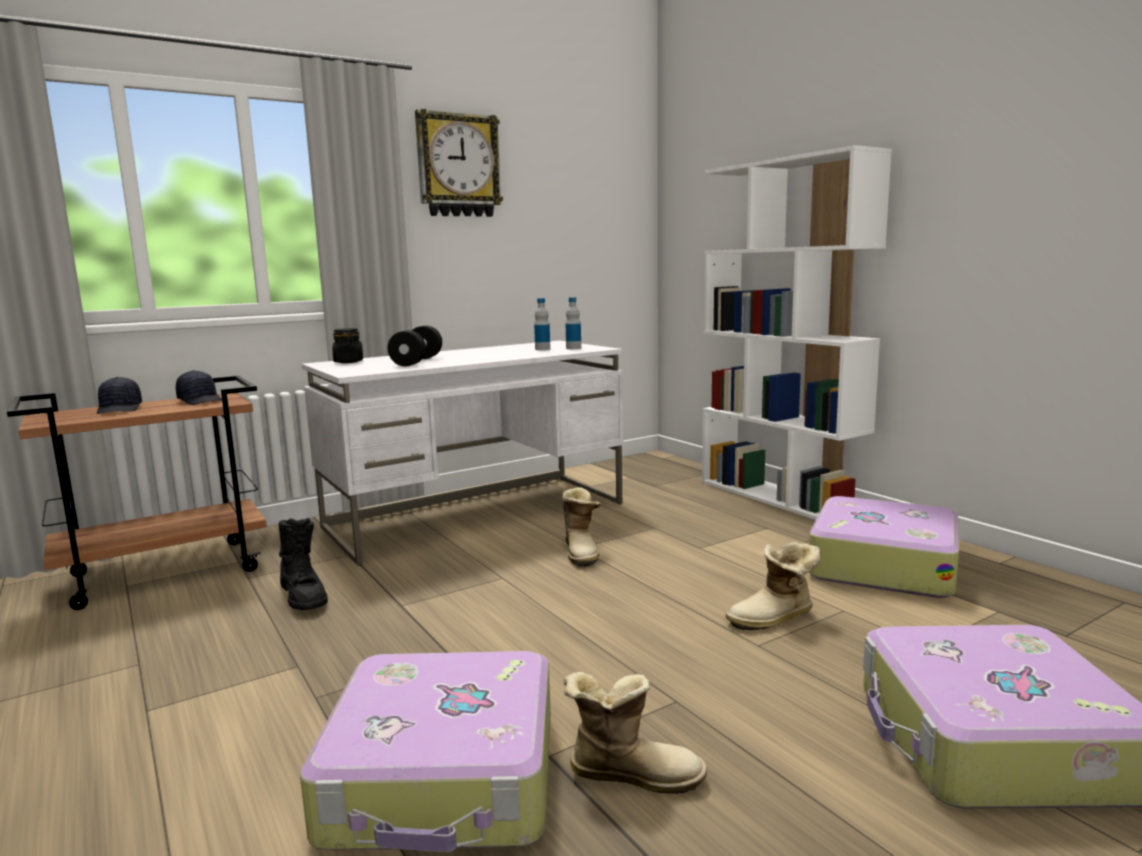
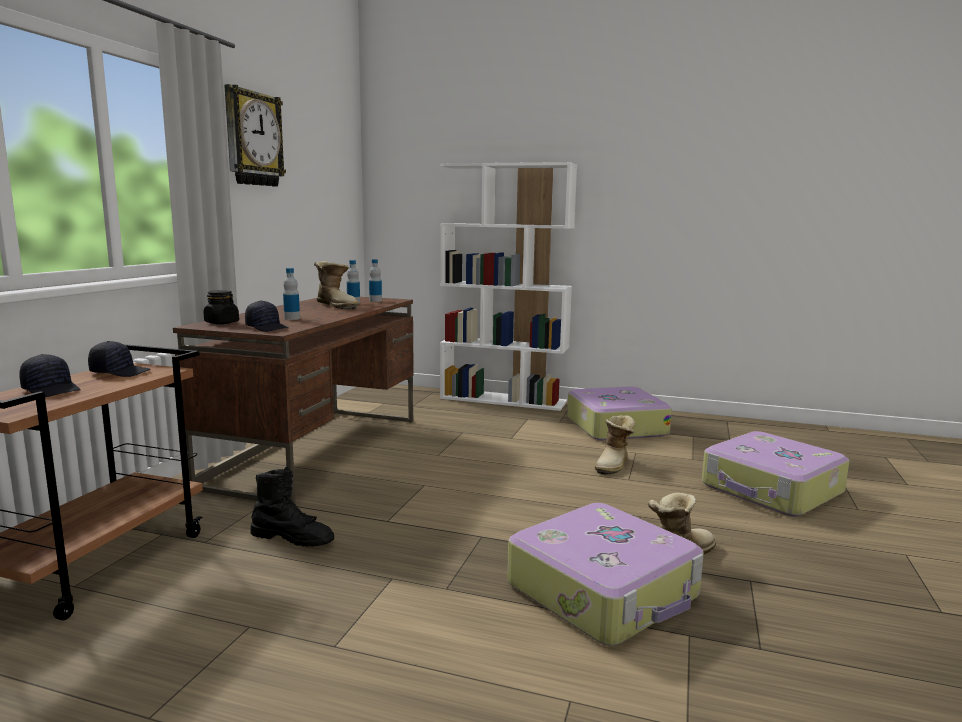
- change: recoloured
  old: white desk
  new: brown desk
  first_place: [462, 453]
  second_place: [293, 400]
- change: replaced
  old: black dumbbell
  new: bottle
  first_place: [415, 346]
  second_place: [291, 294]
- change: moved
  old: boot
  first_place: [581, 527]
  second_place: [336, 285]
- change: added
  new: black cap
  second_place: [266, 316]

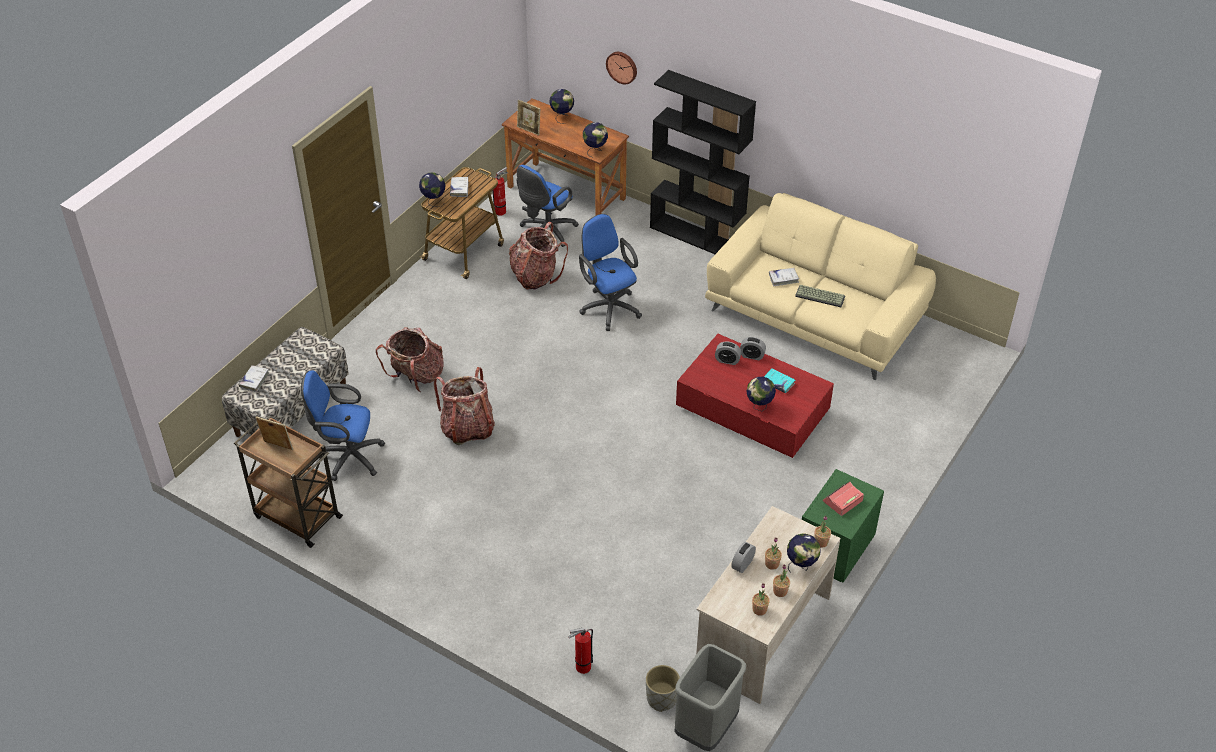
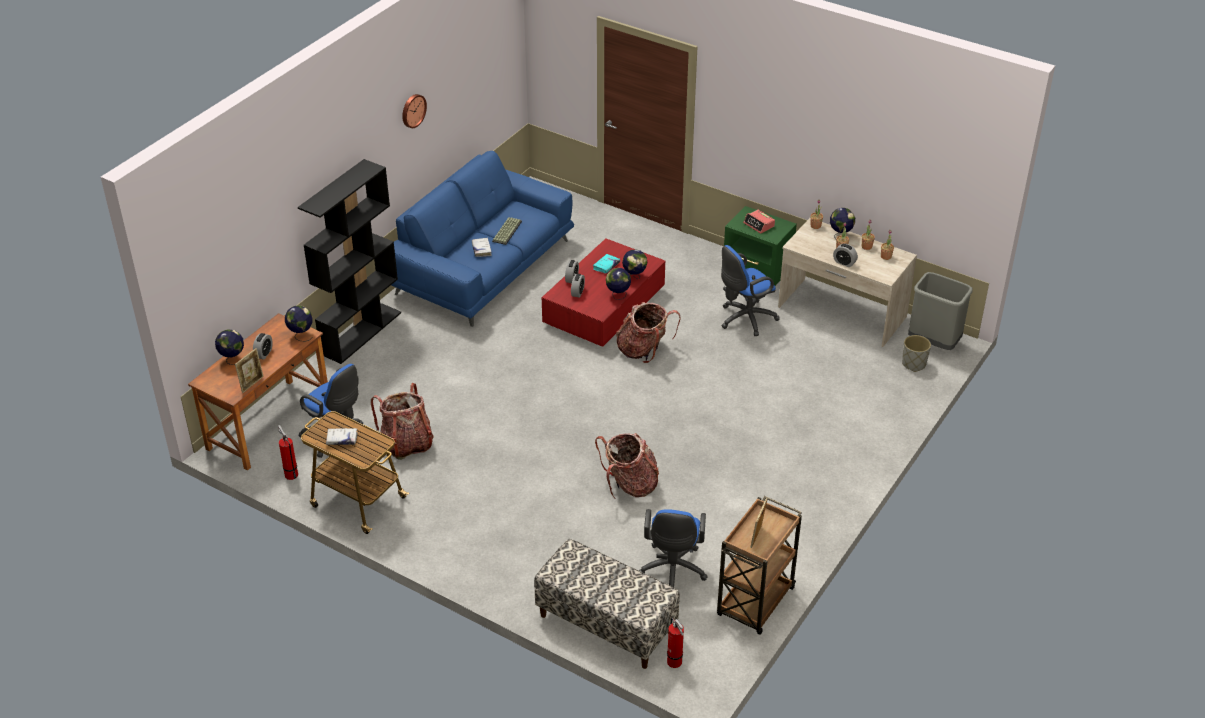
- change: removed
  old: white book
  first_place: [254, 378]
- change: moved
  old: backpack
  first_place: [410, 359]
  second_place: [648, 332]
- change: moved
  old: globe
  first_place: [432, 190]
  second_place: [618, 284]
- change: moved
  old: fire extinguisher
  first_place: [580, 651]
  second_place: [675, 643]
- change: moved
  old: blue office chair
  first_place: [610, 272]
  second_place: [750, 290]
- change: moved
  old: wall clock
  first_place: [621, 68]
  second_place: [414, 111]
- change: recoloured
  old: beige sofa
  new: blue sofa
  first_place: [820, 286]
  second_place: [483, 239]
- change: added
  new: alarm clock
  second_place: [263, 346]

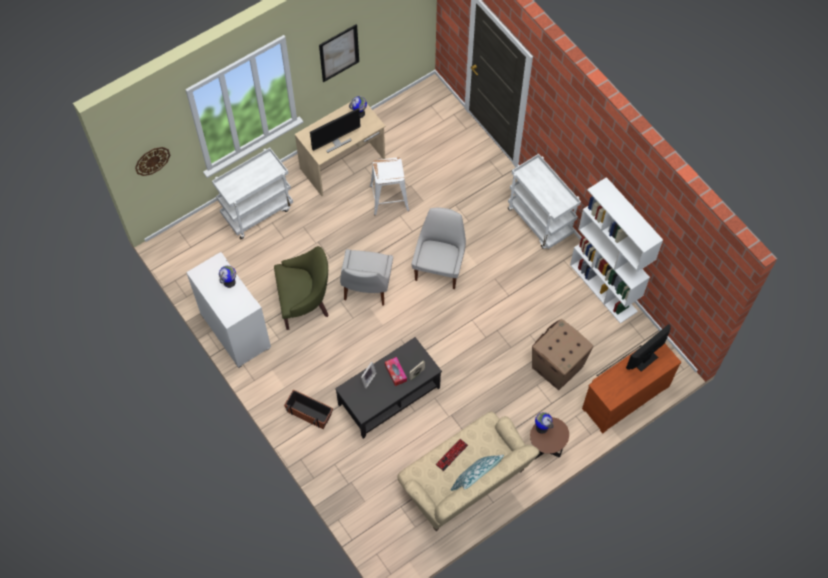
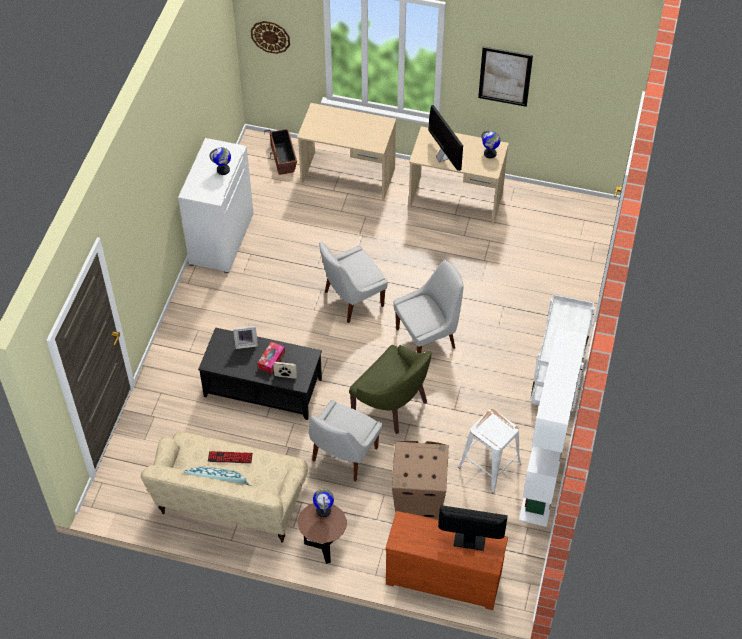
- change: replaced
  old: white cart
  new: beige desk
  first_place: [252, 193]
  second_place: [346, 151]
- change: moved
  old: green armchair
  first_place: [301, 288]
  second_place: [390, 389]
- change: moved
  old: planter
  first_place: [308, 409]
  second_place: [280, 152]
- change: turned
  old: monitor
  first_place: [335, 130]
  second_place: [445, 138]
  degrees: -135
- change: moved
  old: white stool
  first_place: [389, 186]
  second_place: [489, 451]
- change: added
  new: white chair
  second_place: [346, 440]

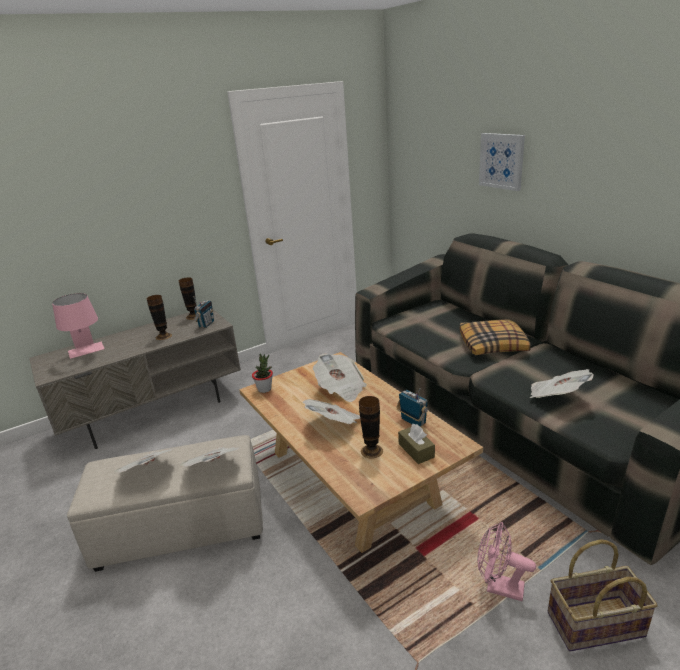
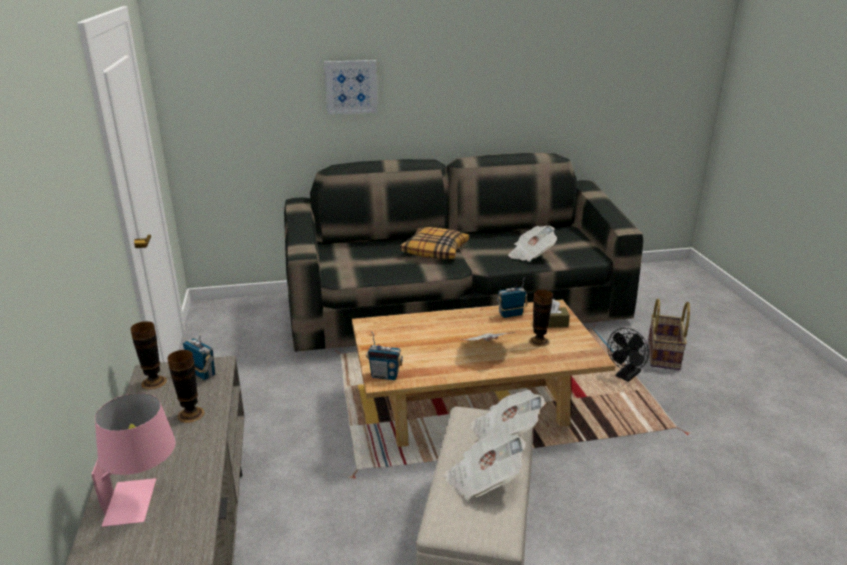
- change: replaced
  old: potted plant
  new: radio
  first_place: [262, 373]
  second_place: [384, 355]
- change: removed
  old: newspaper
  first_place: [340, 377]
- change: recoloured
  old: pink fan
  new: black fan
  first_place: [506, 561]
  second_place: [628, 355]

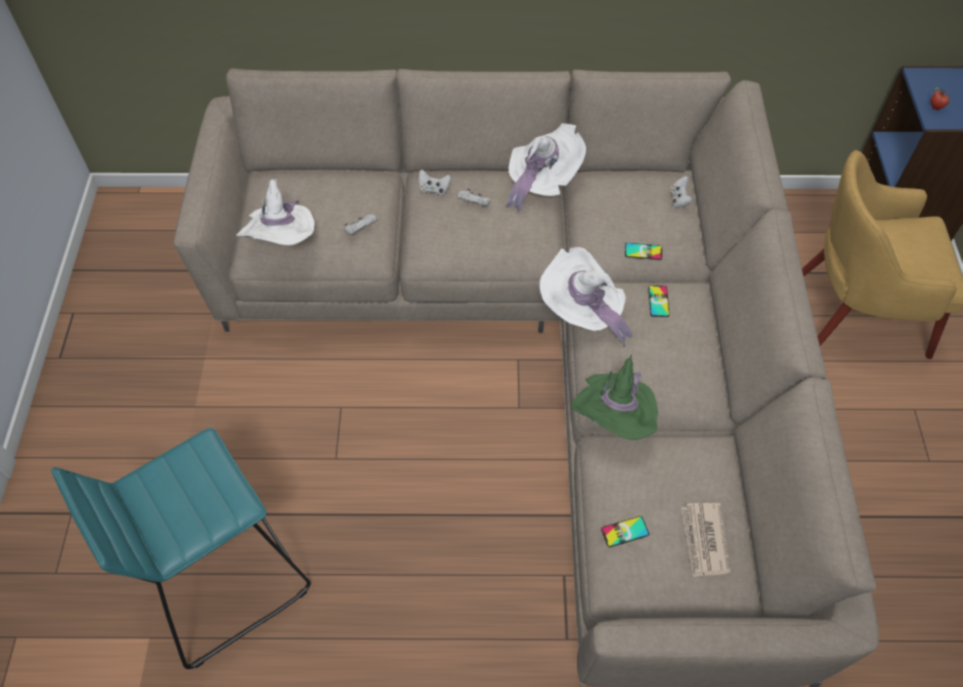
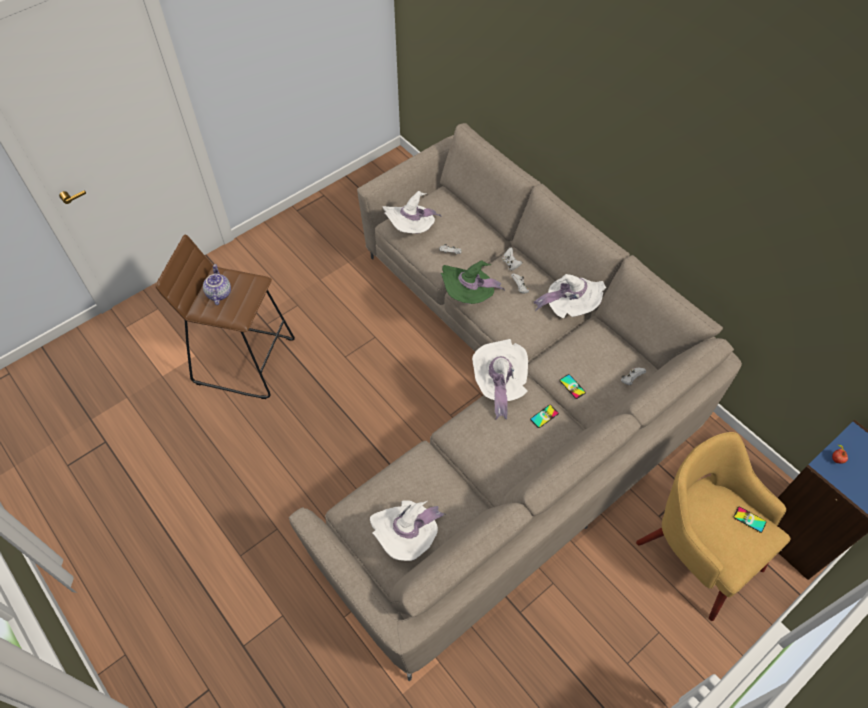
- change: recoloured
  old: turquoise stool
  new: brown stool
  first_place: [181, 548]
  second_place: [225, 317]
- change: moved
  old: green hat
  first_place: [614, 397]
  second_place: [473, 282]
- change: moved
  old: phone
  first_place: [625, 531]
  second_place: [750, 520]
- change: replaced
  old: newspaper
  new: white hat
  first_place: [706, 540]
  second_place: [408, 530]
- change: added
  new: teapot
  second_place: [217, 284]

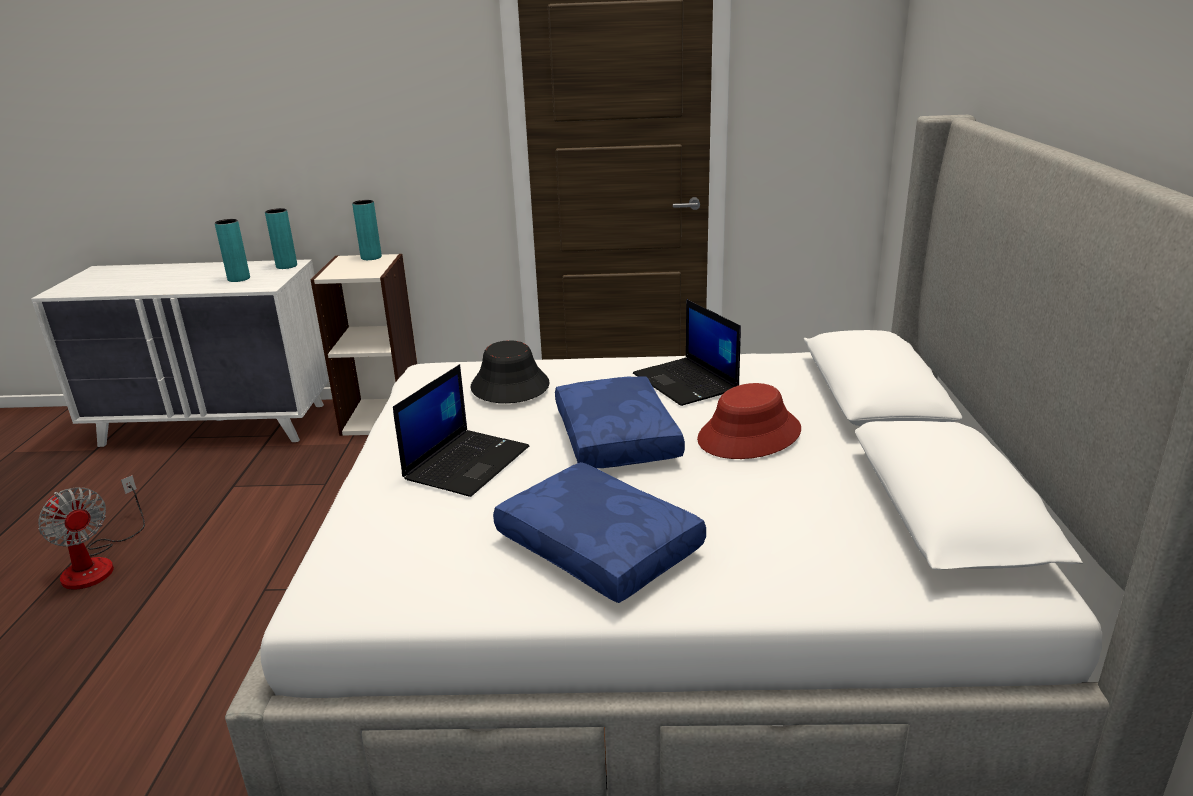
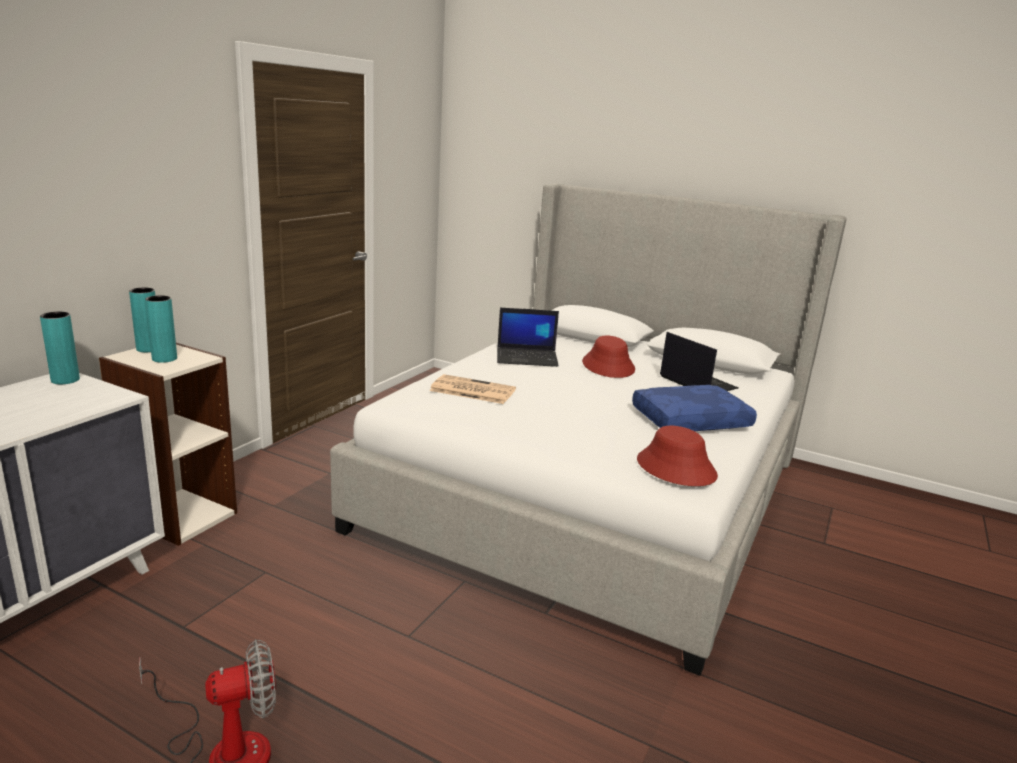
- change: moved
  old: turquoise vase
  first_place: [232, 250]
  second_place: [161, 329]
- change: moved
  old: laptop
  first_place: [461, 430]
  second_place: [699, 361]
- change: replaced
  old: black hat
  new: newspaper
  first_place: [510, 371]
  second_place: [472, 389]
- change: removed
  old: blue pillow
  first_place: [620, 423]
- change: added
  new: red hat
  second_place: [677, 456]

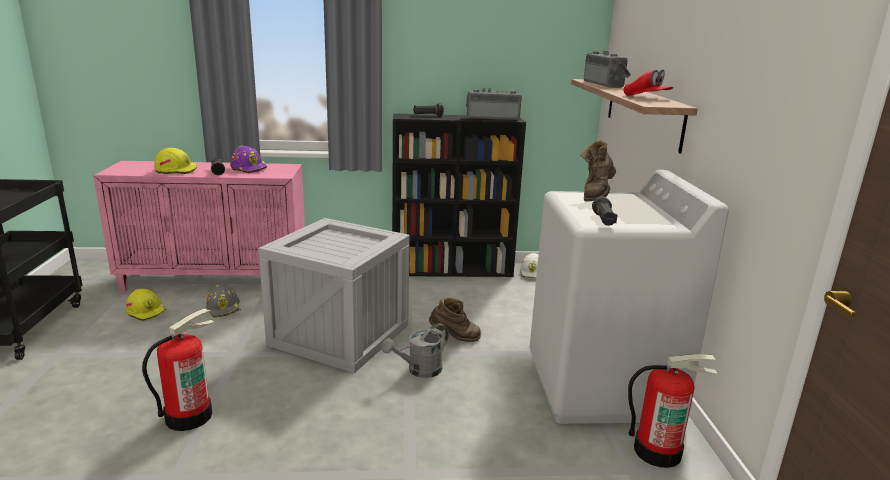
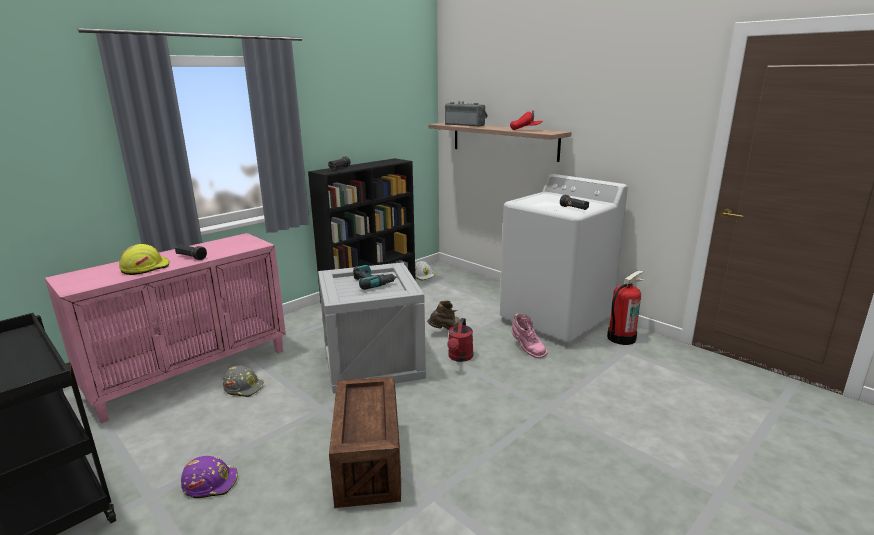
- change: removed
  old: yellow hard hat
  first_place: [146, 305]
- change: replaced
  old: fire extinguisher
  new: crate
  first_place: [178, 369]
  second_place: [365, 442]
- change: moved
  old: purple hard hat
  first_place: [248, 159]
  second_place: [209, 477]
- change: recoloured
  old: grey watering can
  new: red watering can
  first_place: [415, 350]
  second_place: [460, 340]
- change: removed
  old: radio
  first_place: [494, 104]
- change: removed
  old: brown boot
  first_place: [598, 171]
- change: added
  new: power drill
  second_place: [375, 277]
- change: added
  new: pink boot
  second_place: [529, 335]

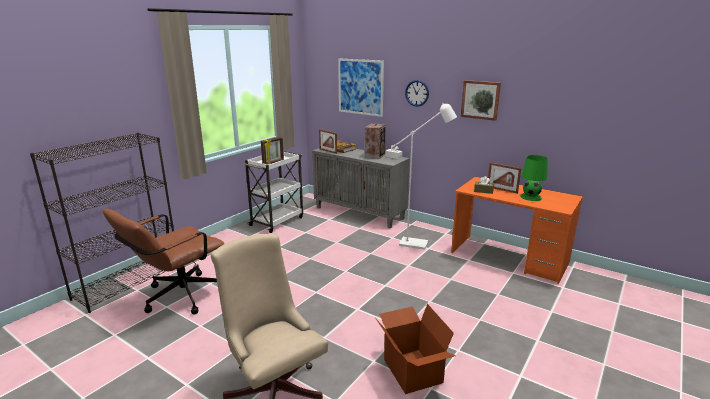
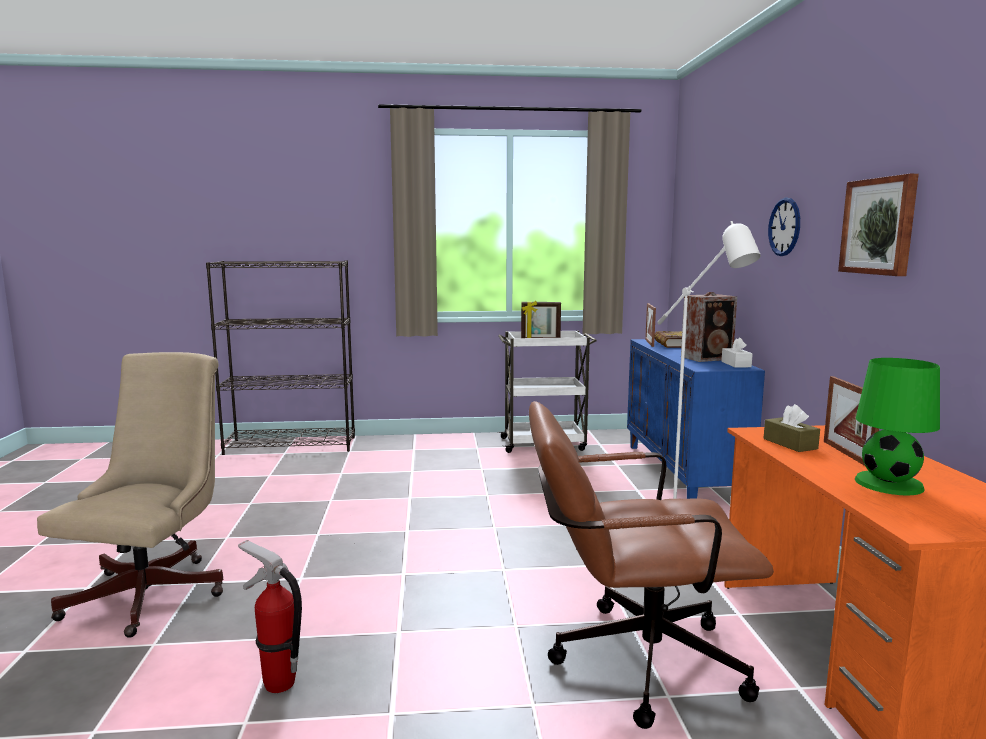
- change: moved
  old: brown office chair
  first_place: [163, 262]
  second_place: [651, 565]
- change: recoloured
  old: grey cabinet
  new: blue cabinet
  first_place: [361, 188]
  second_place: [696, 419]
- change: removed
  old: picture
  first_place: [361, 87]
- change: replaced
  old: cardboard box
  new: fire extinguisher
  first_place: [415, 349]
  second_place: [270, 616]

